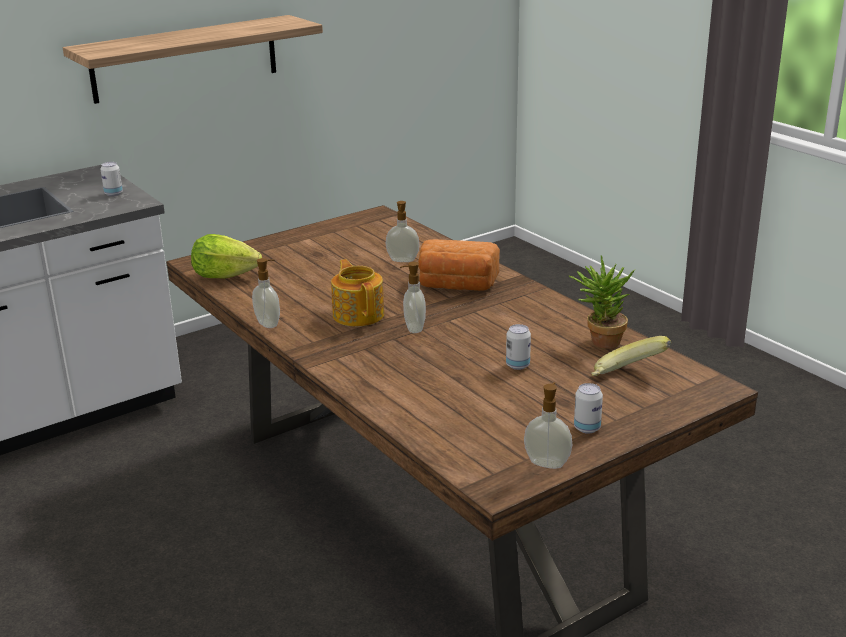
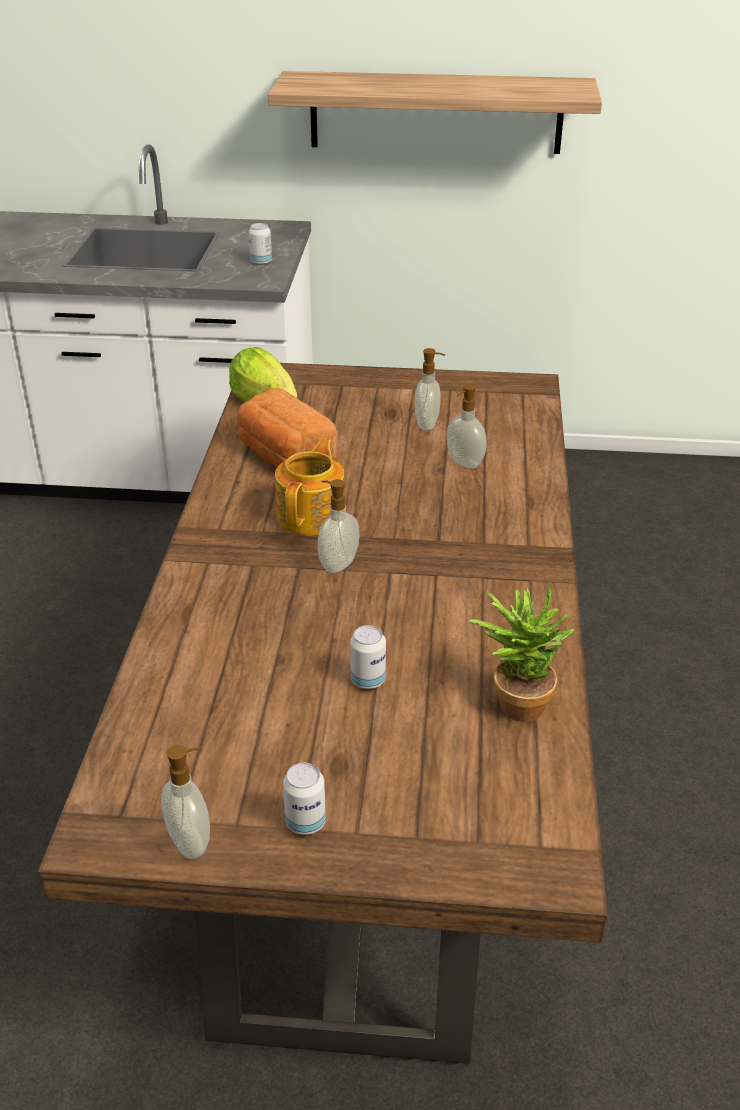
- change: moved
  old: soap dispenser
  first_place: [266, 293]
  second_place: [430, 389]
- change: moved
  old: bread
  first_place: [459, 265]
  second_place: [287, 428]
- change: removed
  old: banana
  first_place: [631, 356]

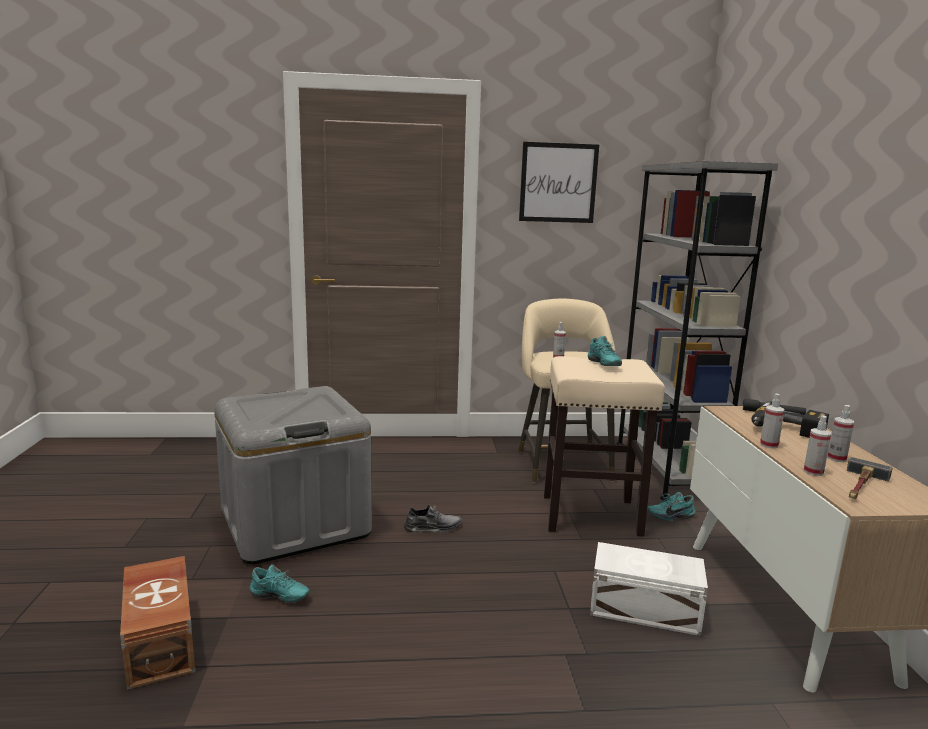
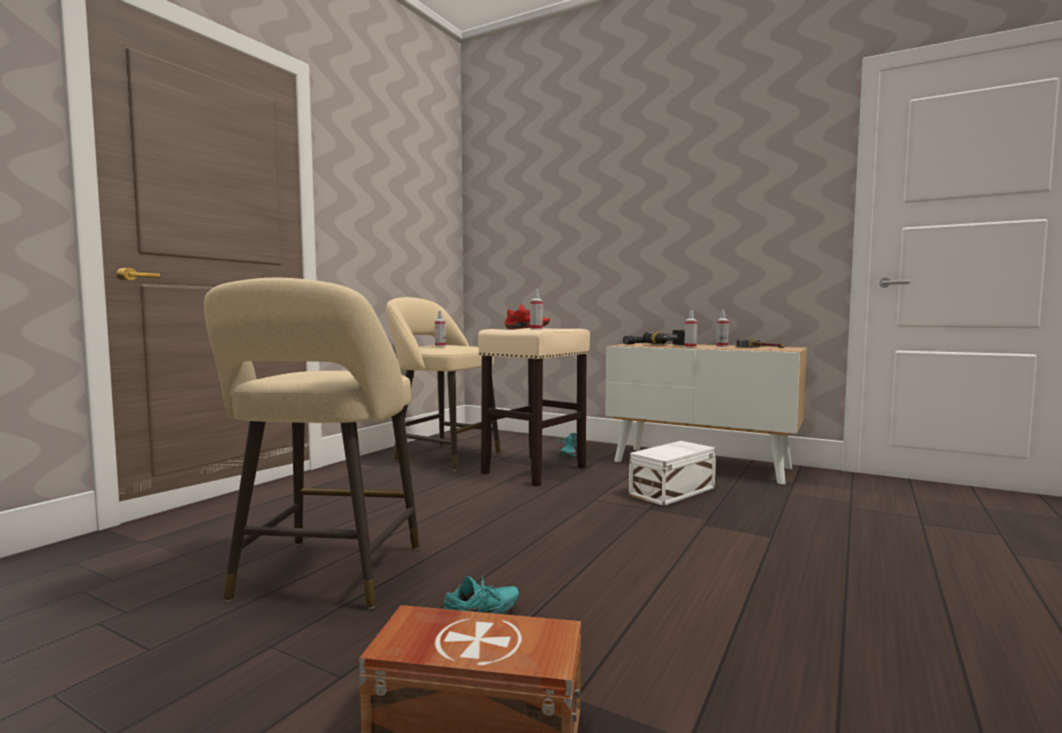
- change: replaced
  old: grey storage box
  new: beige stool
  first_place: [293, 475]
  second_place: [311, 443]
- change: removed
  old: grey shoe
  first_place: [433, 519]
- change: removed
  old: picture
  first_place: [559, 182]
- change: recoloured
  old: turquoise shoe
  new: red shoe
  first_place: [605, 351]
  second_place: [527, 316]
- change: removed
  old: grey bookcase
  first_place: [697, 331]
- change: moved
  old: spray bottle
  first_place: [817, 445]
  second_place: [536, 309]

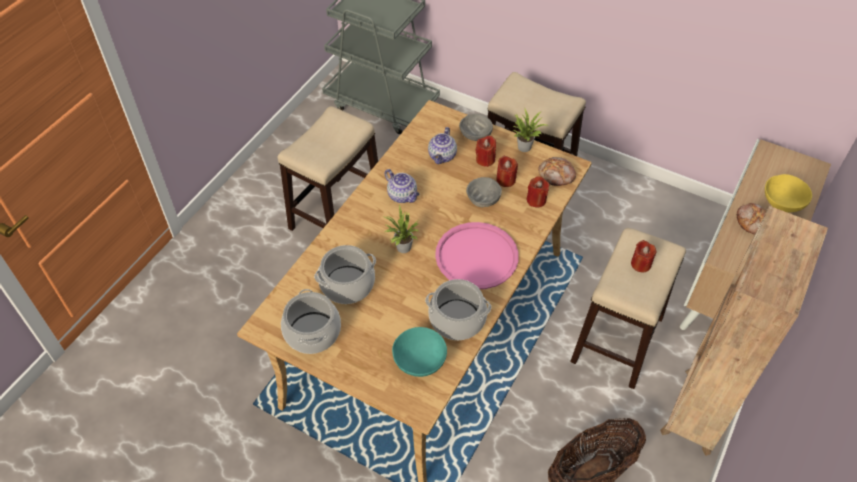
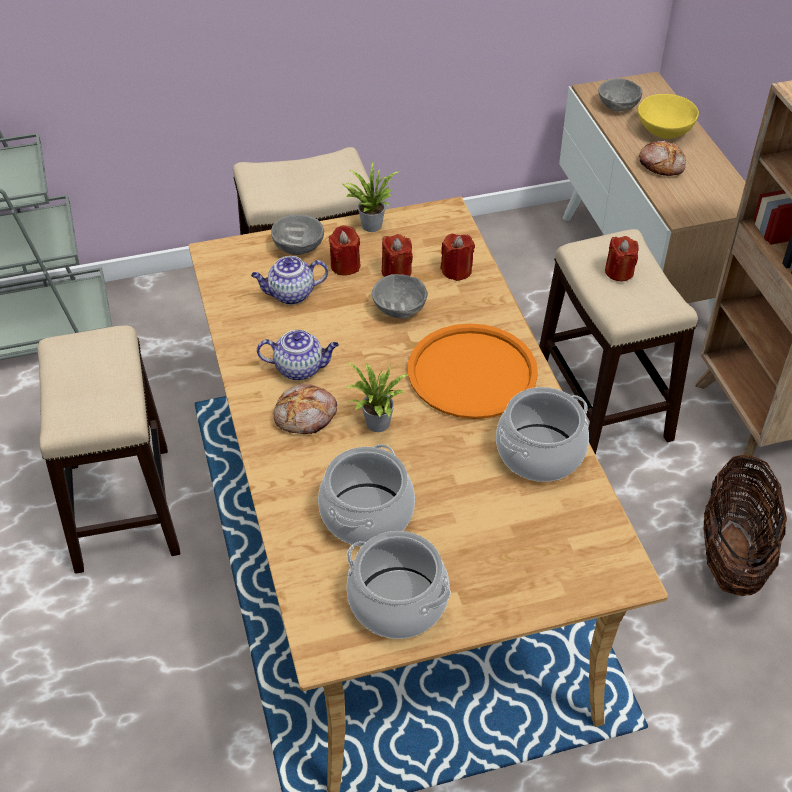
- change: removed
  old: turquoise bowl
  first_place: [419, 352]
- change: turned
  old: teapot
  first_place: [442, 145]
  second_place: [289, 280]
  degrees: 105
- change: recoloured
  old: pink tray
  new: orange tray
  first_place: [477, 255]
  second_place: [473, 371]
- change: moved
  old: bread
  first_place: [557, 171]
  second_place: [305, 409]
- change: added
  new: grey bowl
  second_place: [620, 94]

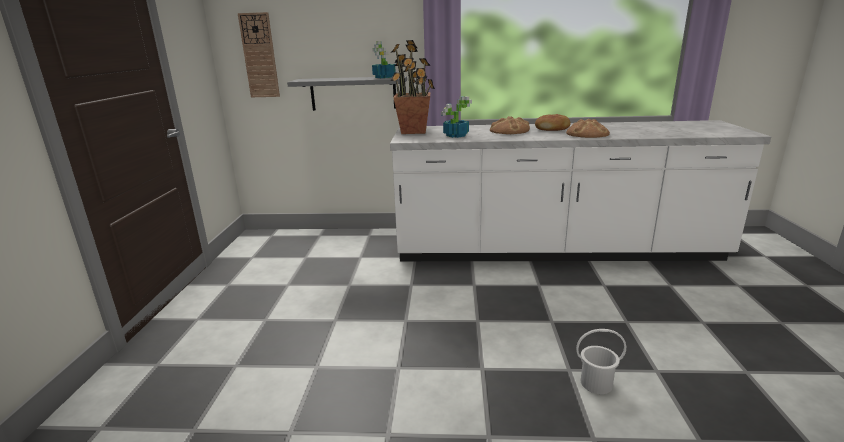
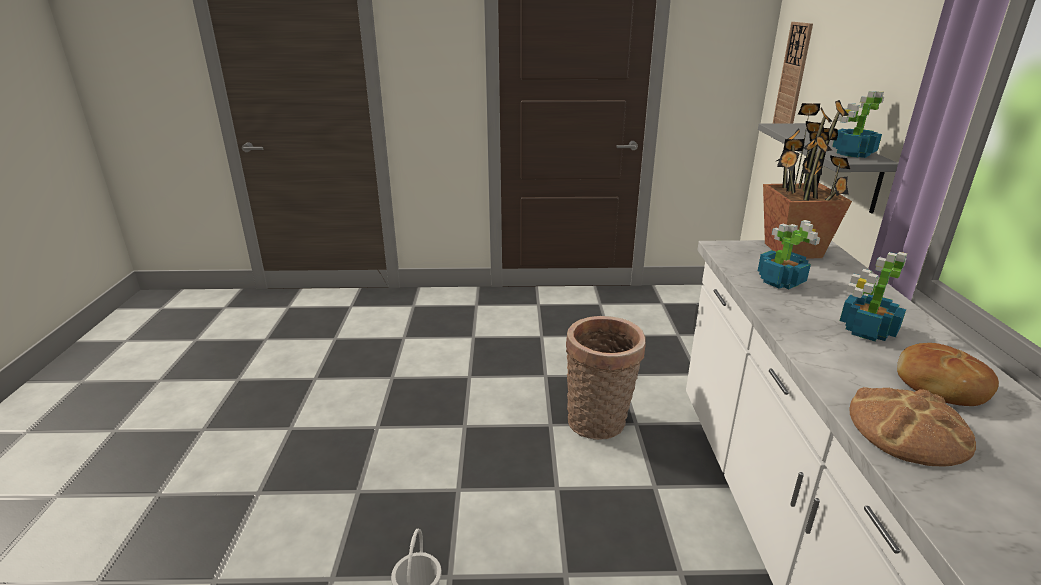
- change: replaced
  old: bread
  new: potted plant
  first_place: [510, 125]
  second_place: [873, 297]
- change: added
  new: basket
  second_place: [606, 378]

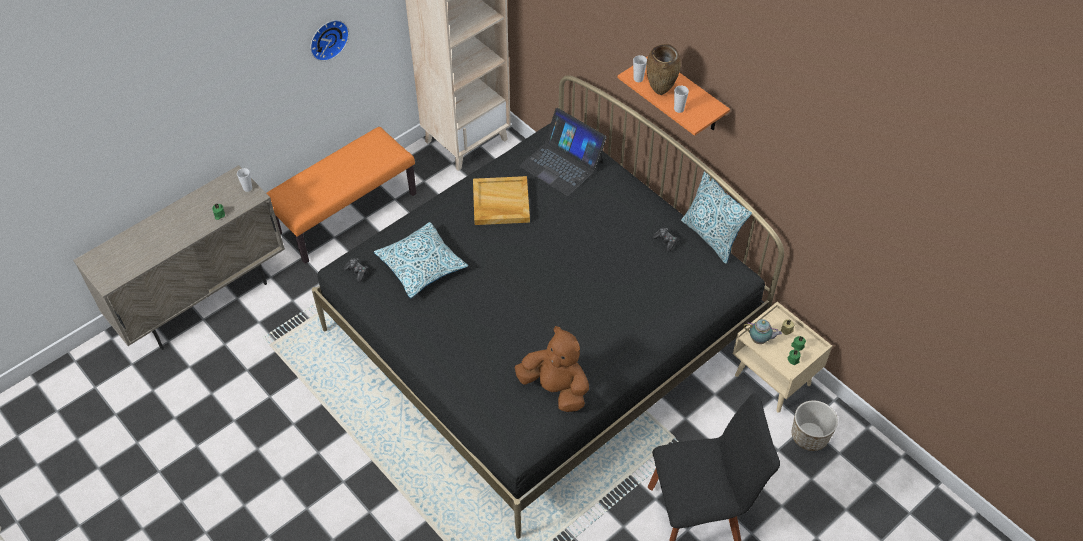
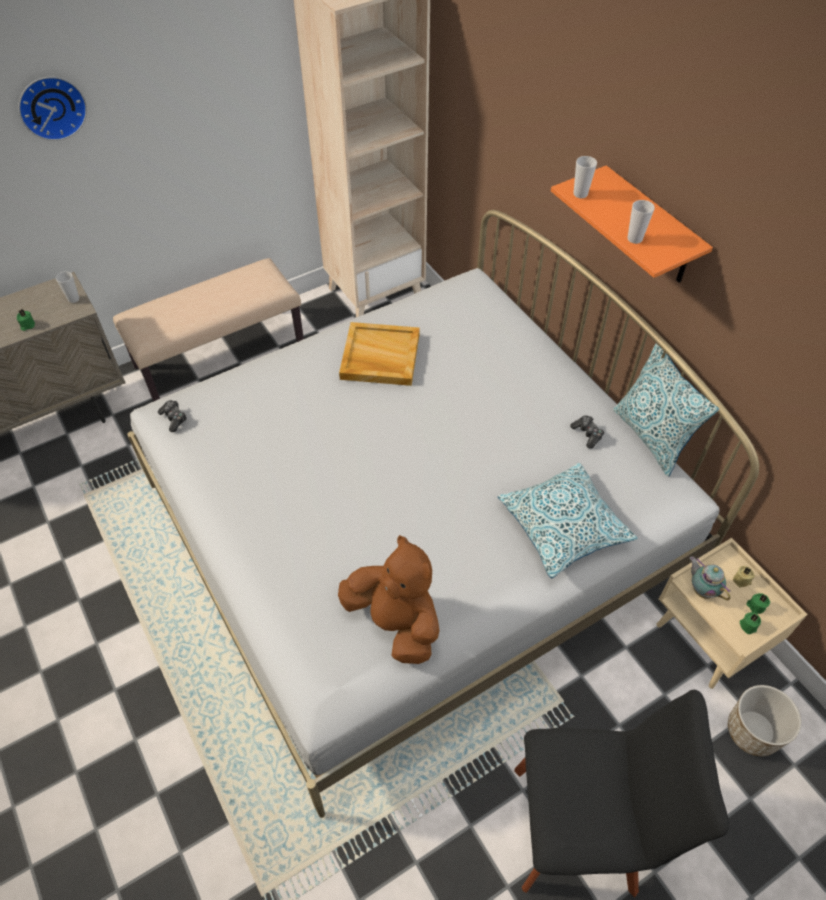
- change: recoloured
  old: orange bench
  new: beige bench
  first_place: [342, 195]
  second_place: [208, 330]
- change: moved
  old: wall clock
  first_place: [329, 40]
  second_place: [52, 109]
- change: recoloured
  old: black bed
  new: white bed
  first_place: [548, 307]
  second_place: [443, 514]
- change: moved
  old: pillow
  first_place: [421, 260]
  second_place: [568, 520]
- change: removed
  old: laptop
  first_place: [563, 152]
- change: removed
  old: brown vase
  first_place: [663, 69]
- change: turned
  old: teapot
  first_place: [762, 331]
  second_place: [710, 578]
  degrees: -150

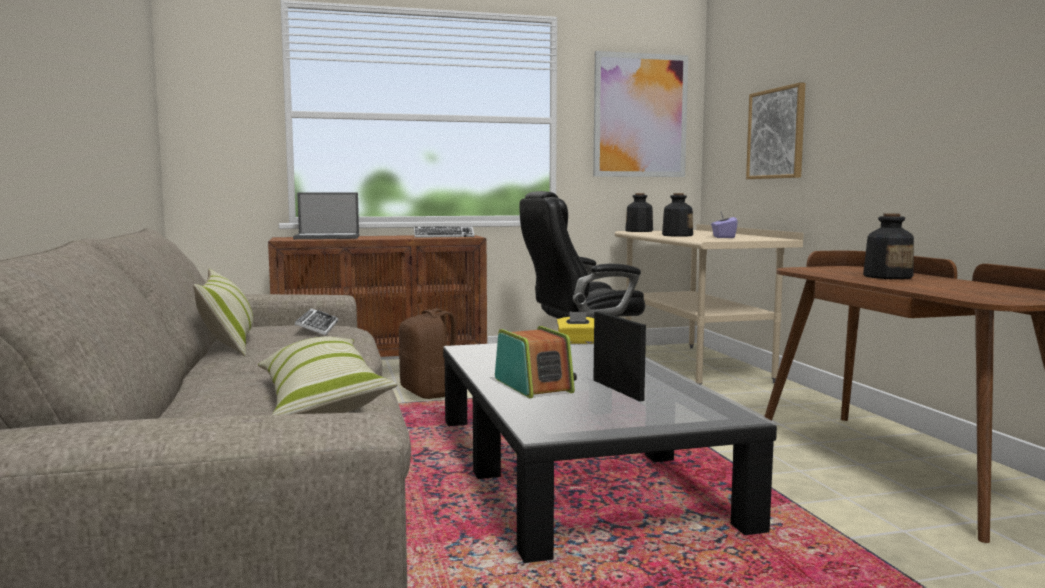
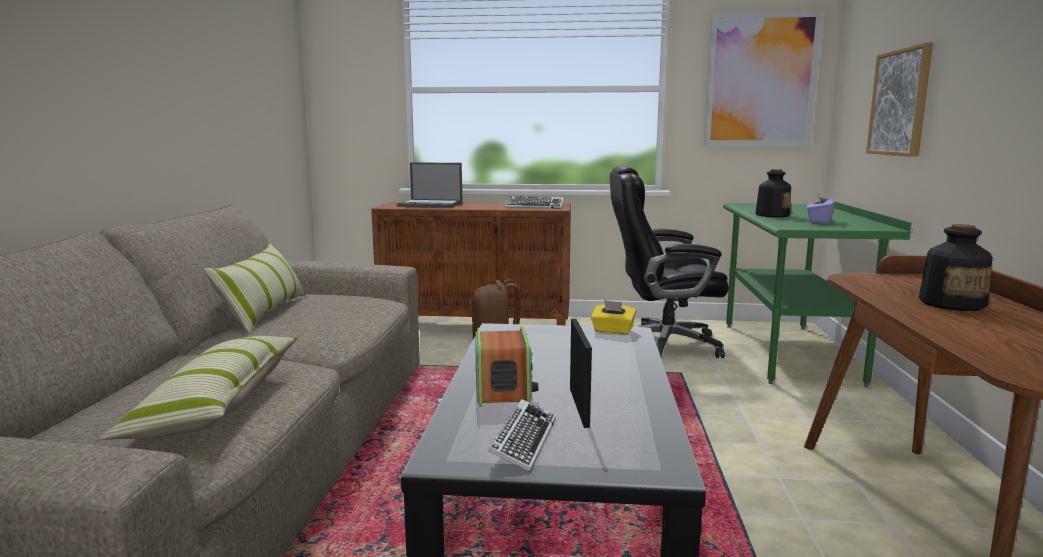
- change: moved
  old: keyboard
  first_place: [316, 321]
  second_place: [522, 435]
- change: recoloured
  old: beige desk
  new: green desk
  first_place: [709, 304]
  second_place: [817, 292]
- change: removed
  old: bottle
  first_place: [639, 212]

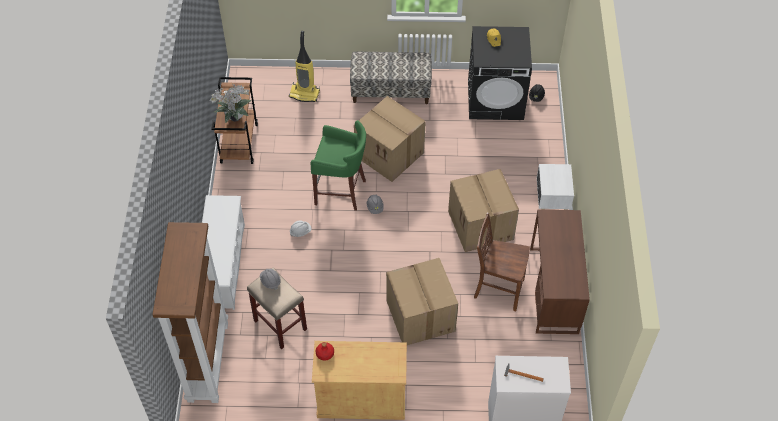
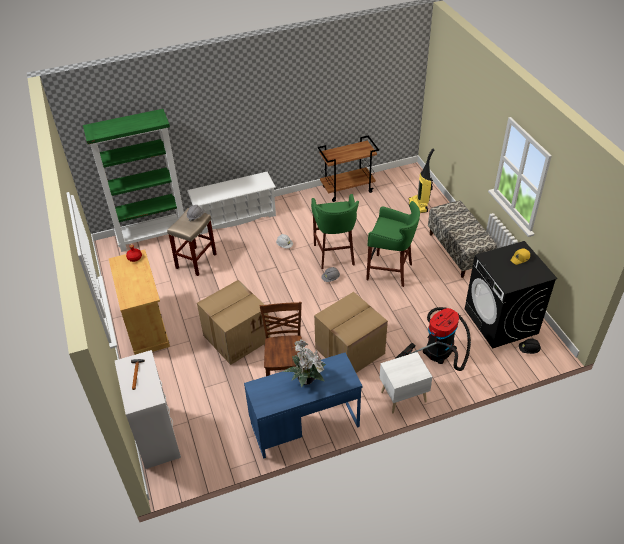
- change: recoloured
  old: brown bookcase
  new: green bookcase
  first_place: [190, 312]
  second_place: [133, 180]
- change: moved
  old: potted plant
  first_place: [230, 103]
  second_place: [304, 363]
- change: replaced
  old: cardboard box
  new: green stool
  first_place: [390, 139]
  second_place: [393, 244]
- change: recoloured
  old: brown desk
  new: blue desk
  first_place: [560, 272]
  second_place: [303, 406]
- change: added
  new: vacuum cleaner
  second_place: [433, 339]

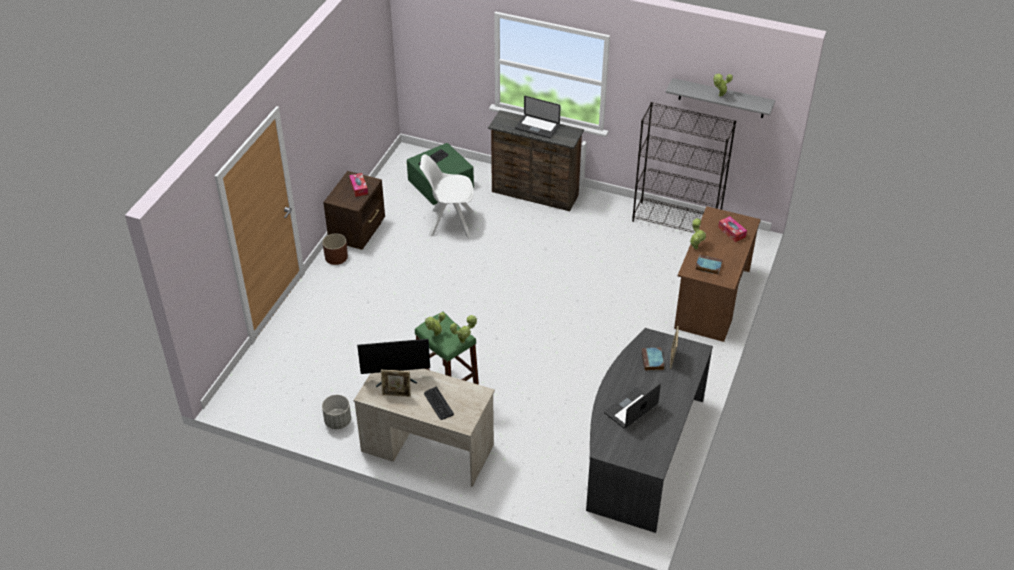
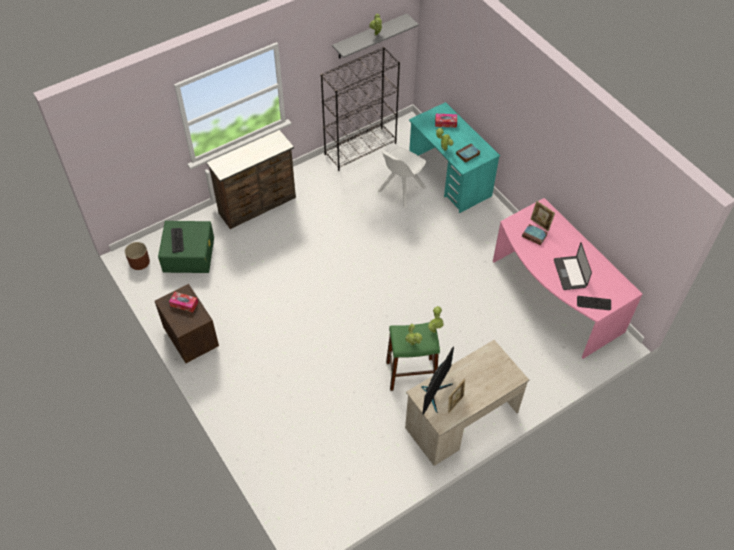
- change: moved
  old: brown planter
  first_place: [335, 249]
  second_place: [137, 256]
- change: removed
  old: grey planter
  first_place: [336, 412]
- change: moved
  old: white chair
  first_place: [447, 196]
  second_place: [402, 177]
- change: moved
  old: keyboard
  first_place: [439, 403]
  second_place: [594, 303]
- change: removed
  old: laptop
  first_place: [538, 117]
- change: recoloured
  old: grey desk
  new: pink desk
  first_place: [649, 430]
  second_place: [568, 278]
- change: recoloured
  old: brown desk
  new: turquoise desk
  first_place: [717, 274]
  second_place: [454, 157]

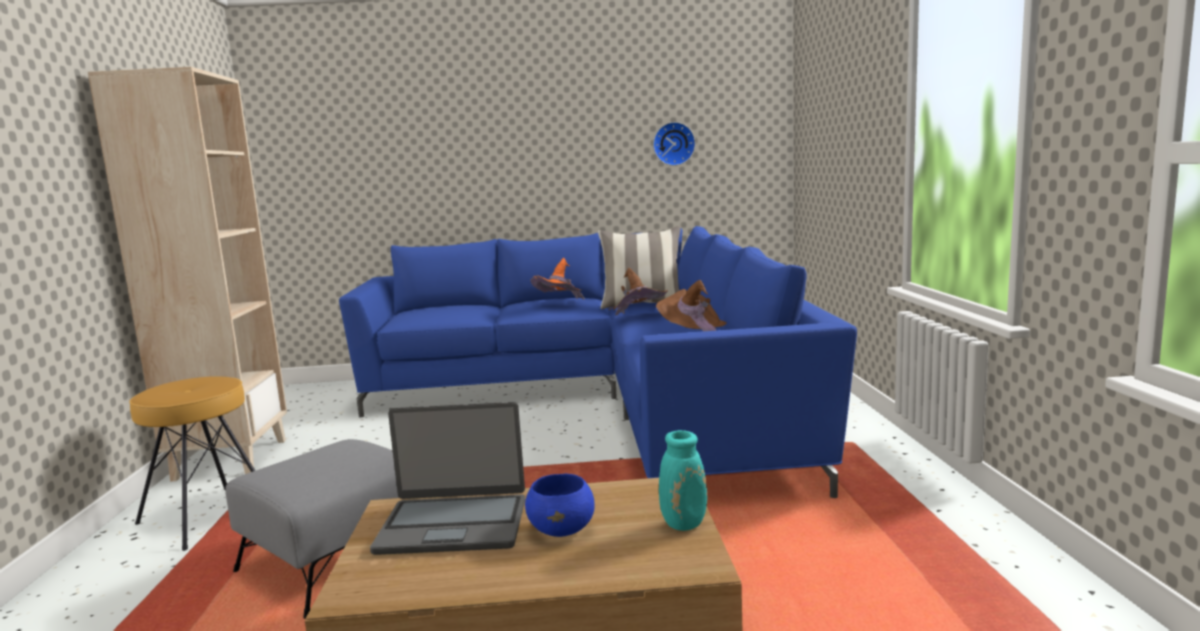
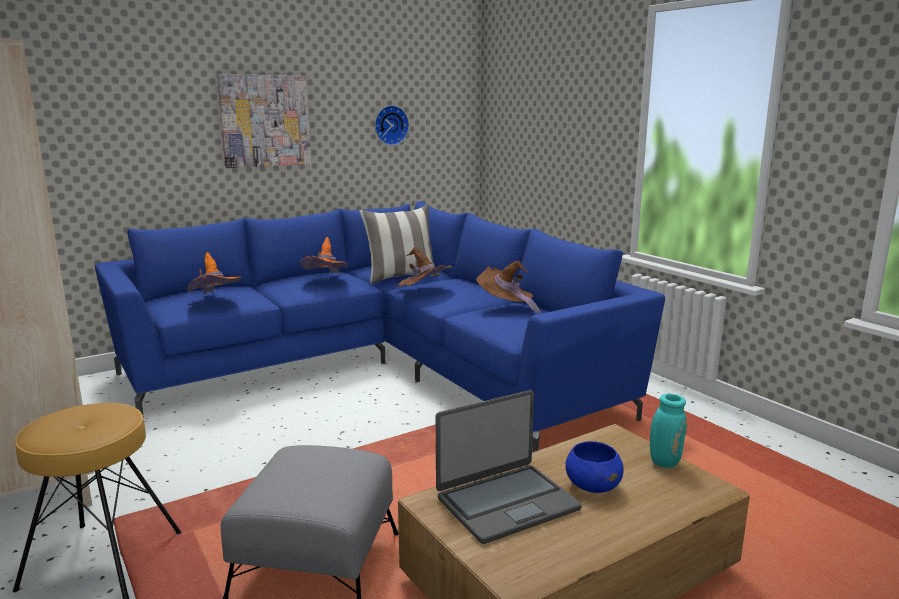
- change: added
  new: orange hat
  second_place: [214, 273]
- change: added
  new: picture
  second_place: [264, 121]

